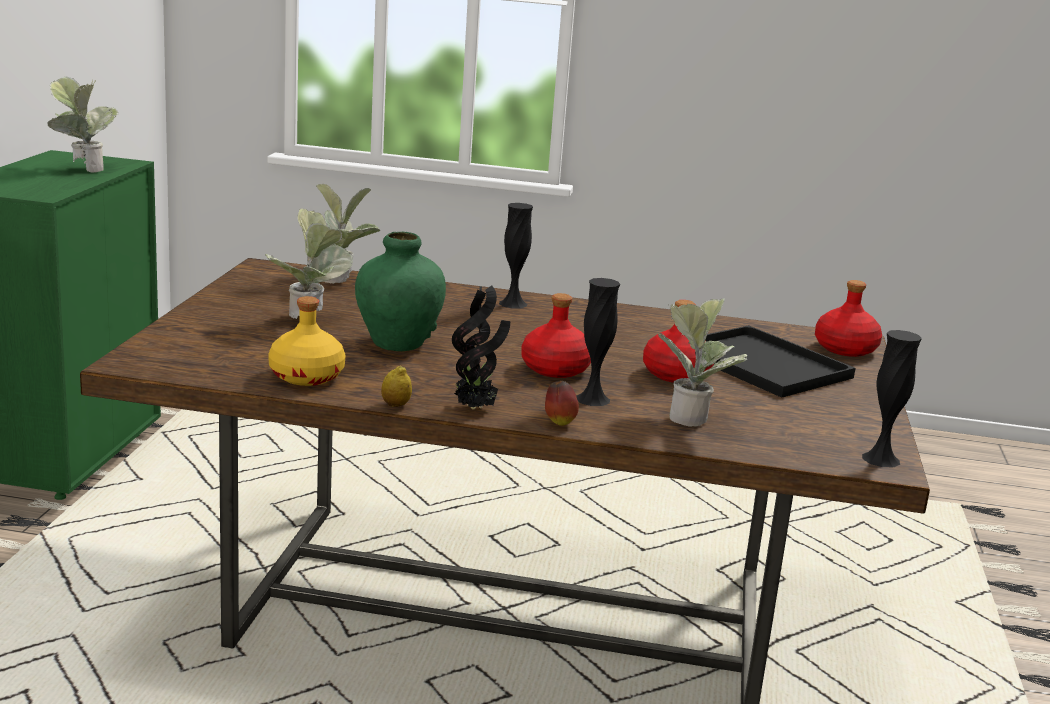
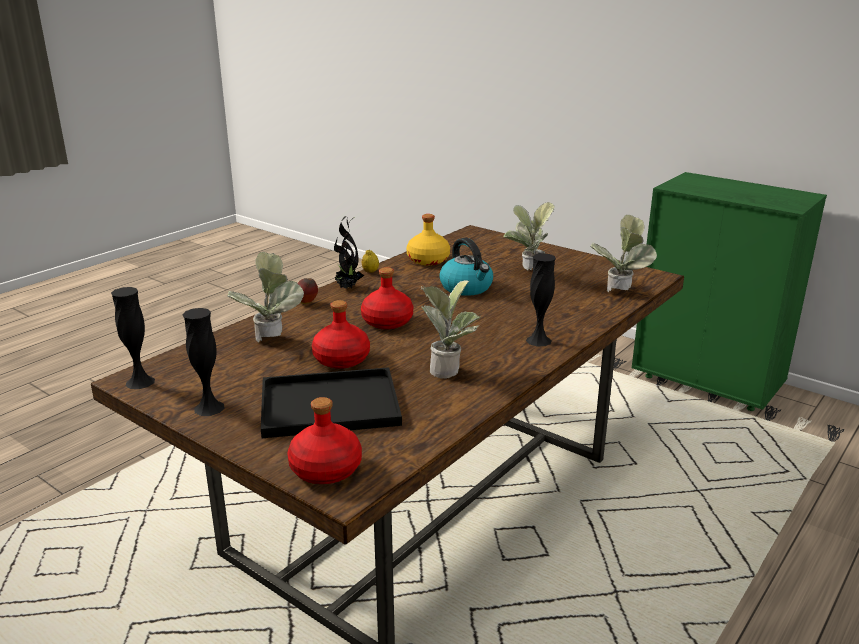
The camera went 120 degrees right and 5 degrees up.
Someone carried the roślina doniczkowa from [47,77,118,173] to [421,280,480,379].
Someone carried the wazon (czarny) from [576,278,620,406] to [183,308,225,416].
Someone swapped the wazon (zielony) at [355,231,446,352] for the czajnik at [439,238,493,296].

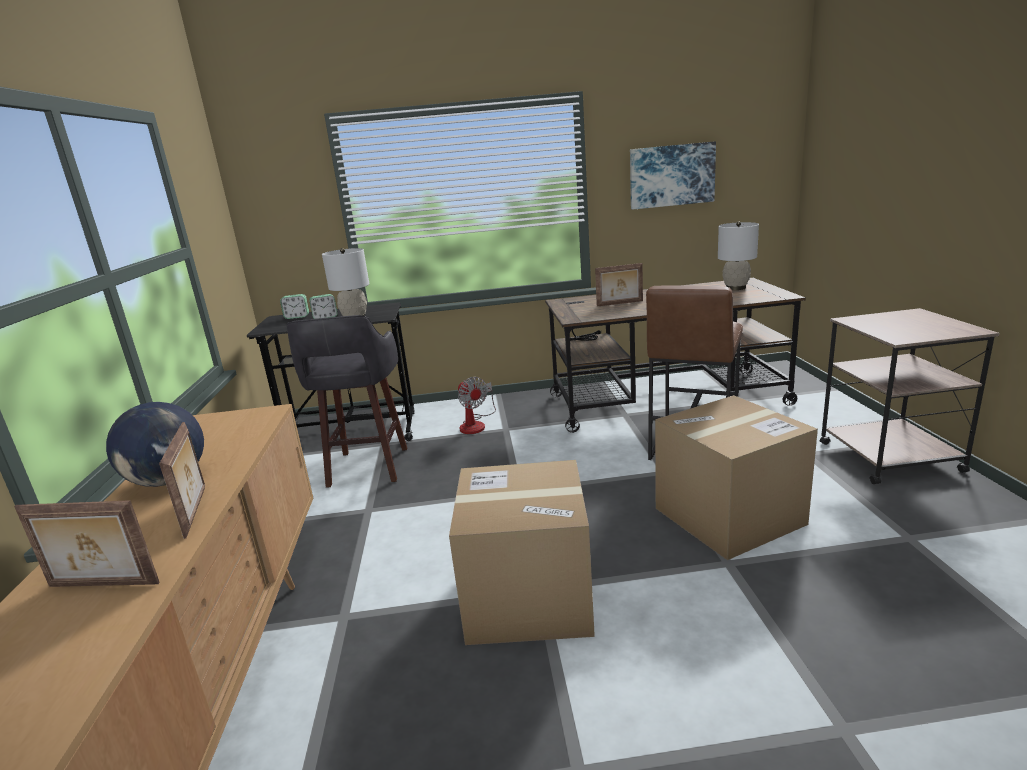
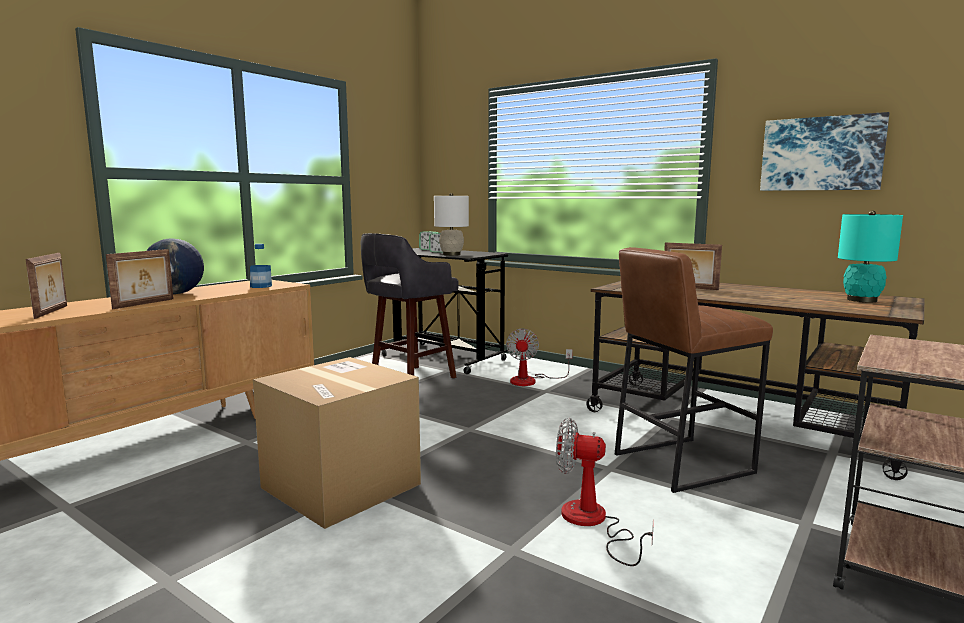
The camera went 40 degrees right and 10 degrees down.
Someone put down the butelka at [250,244,272,288].
Someone swapped the karton at [655,395,818,560] for the wentylator at [556,418,654,566].
Someone repainted the lampa stołowa (biały) at [718,222,759,290], which became the lampa stołowa (turkusowy) at [838,210,903,302].
Someone rotated the ramka na zdjęcie at [14,500,160,587] by 150 degrees counterclockwise.

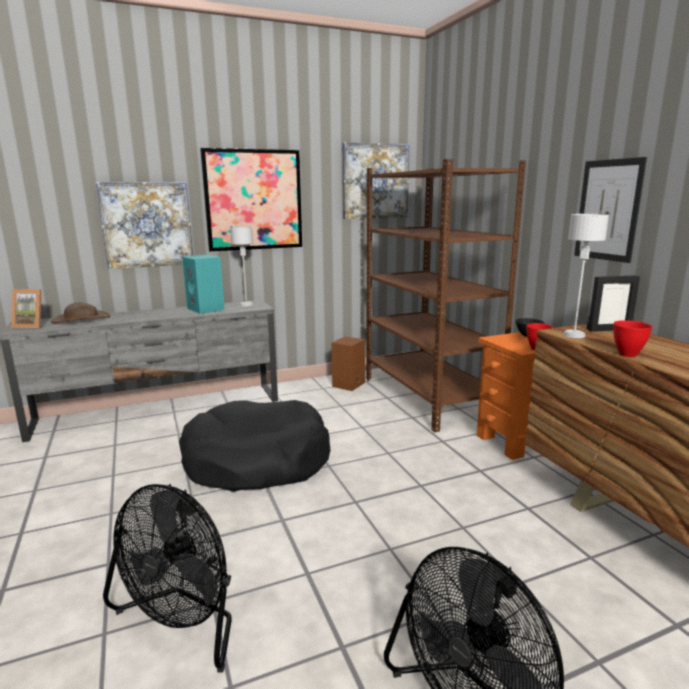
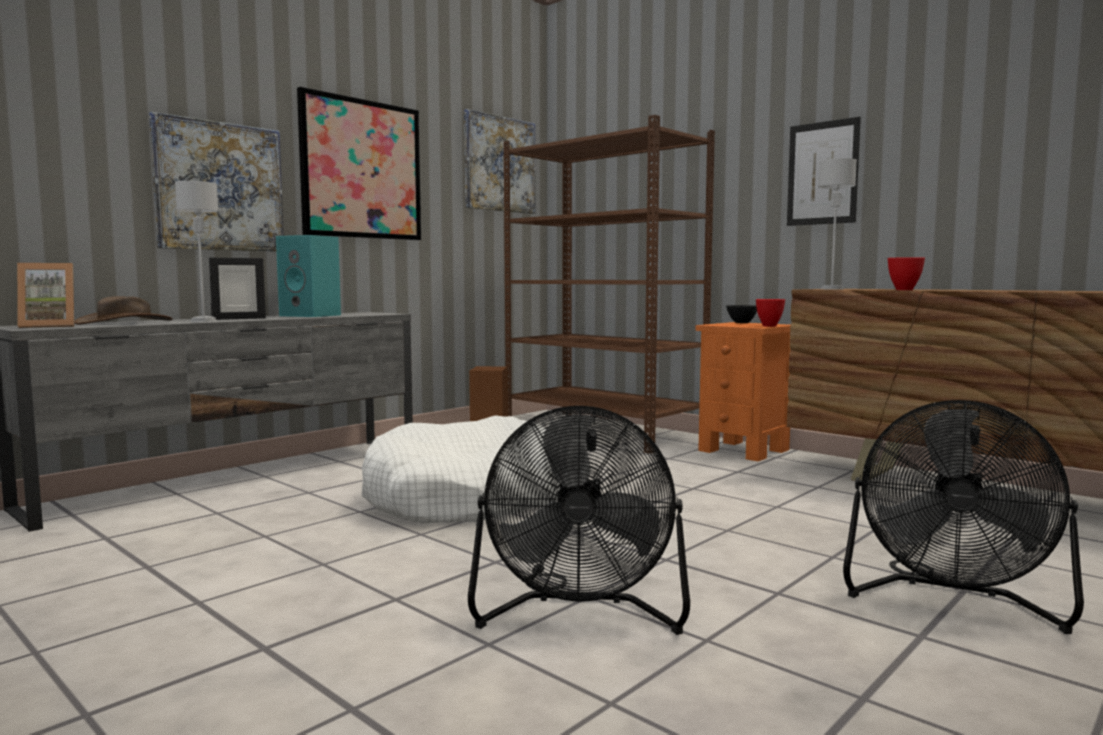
The camera went 25 degrees left and 10 degrees down.
Someone carried the lampa stołowa (szary) from [230,227,253,306] to [175,181,218,322].
Someone carried the ramka na zdjęcie from [586,276,640,332] to [209,258,266,320].
Someone repainted the legowisko (czarny) at [179,400,330,492], which became the legowisko (biały) at [362,415,560,523].

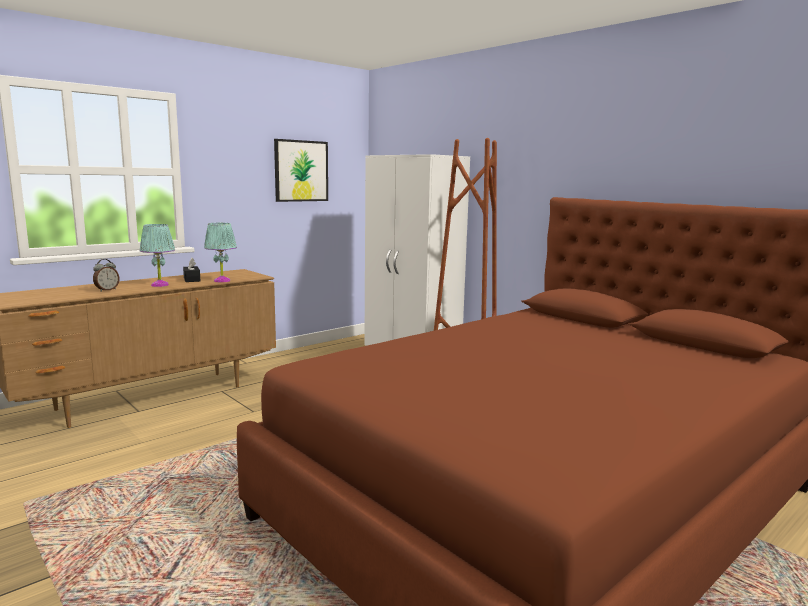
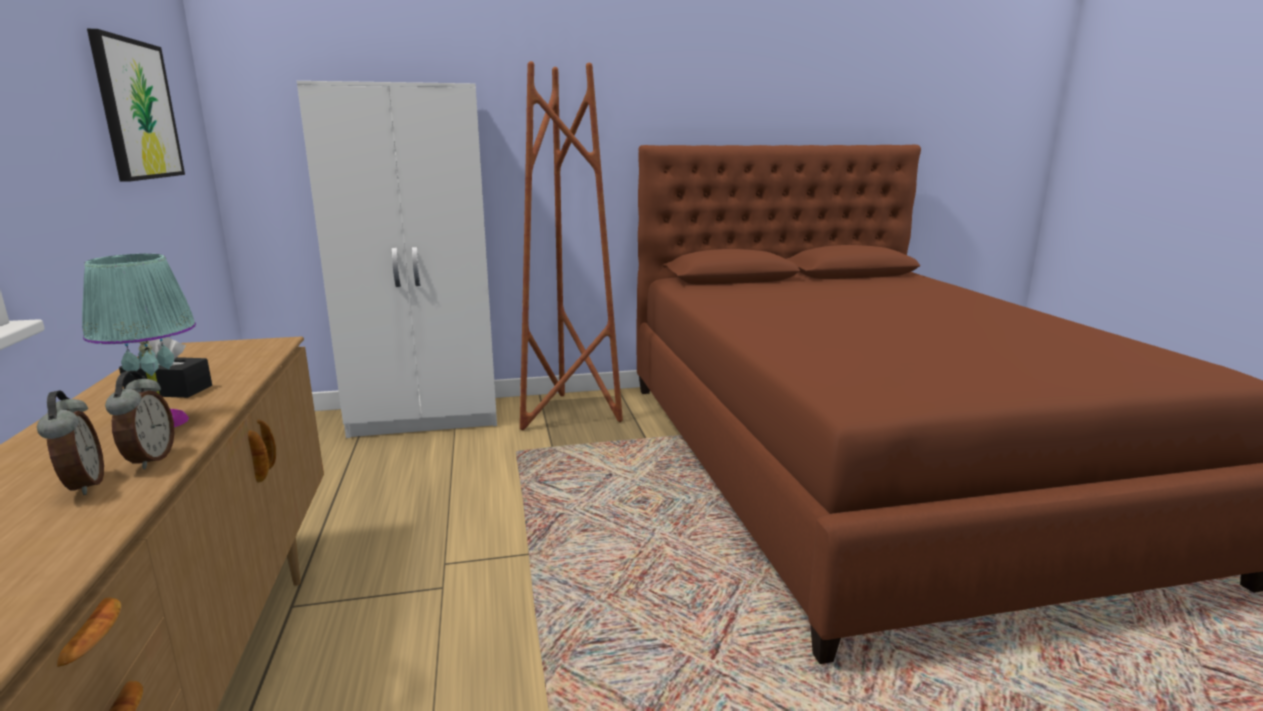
The camera went 60 degrees left and 5 degrees up.
Someone took away the lampa stołowa (turkusowy) at [204,223,237,283].
Someone put down the budzik at [105,371,174,469].

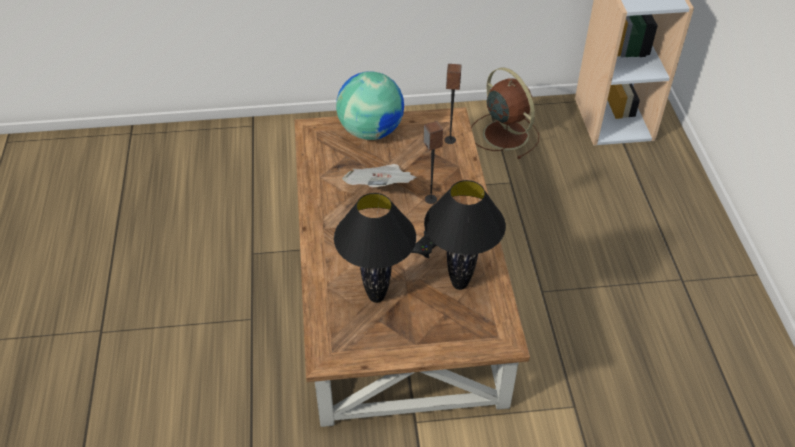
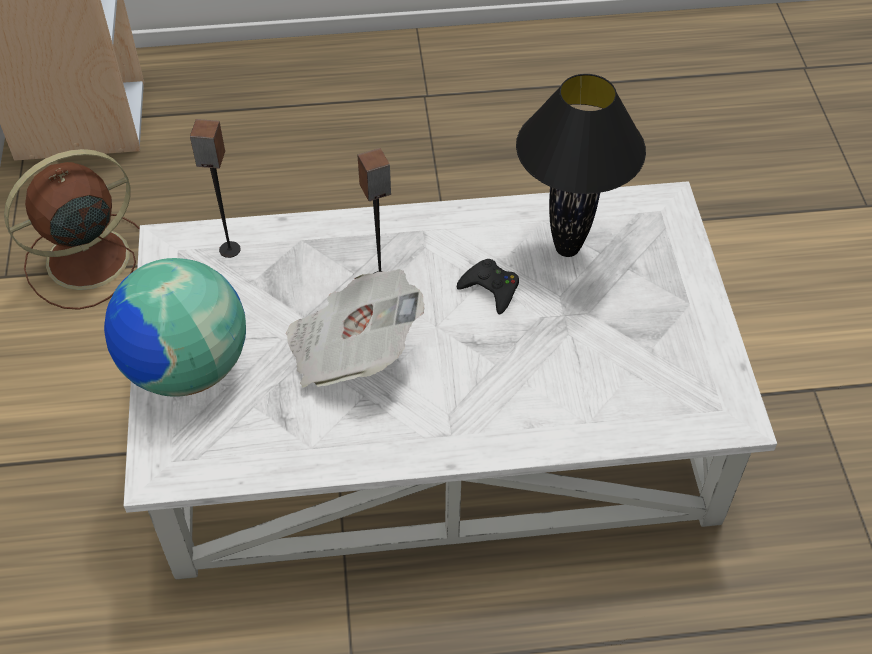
The camera went 90 degrees left and 5 degrees up.
Someone took away the lampa stołowa (czarny) at [334,193,416,303].
Someone repainted the ława (brązowy) at [295,107,530,427], which became the ława (biały) at [124,181,777,579].

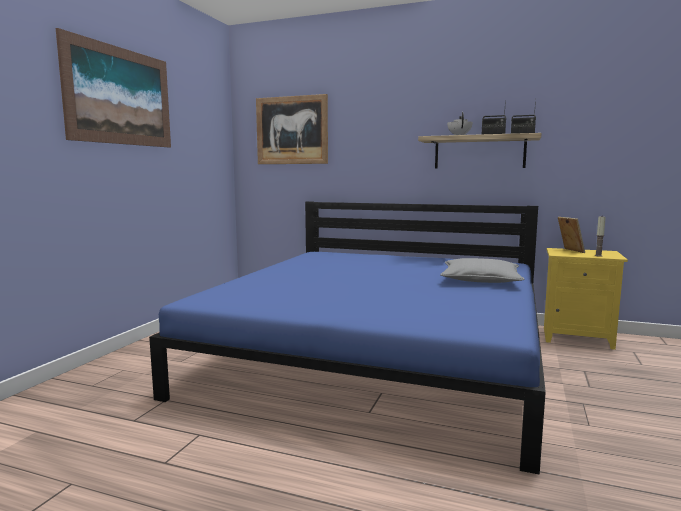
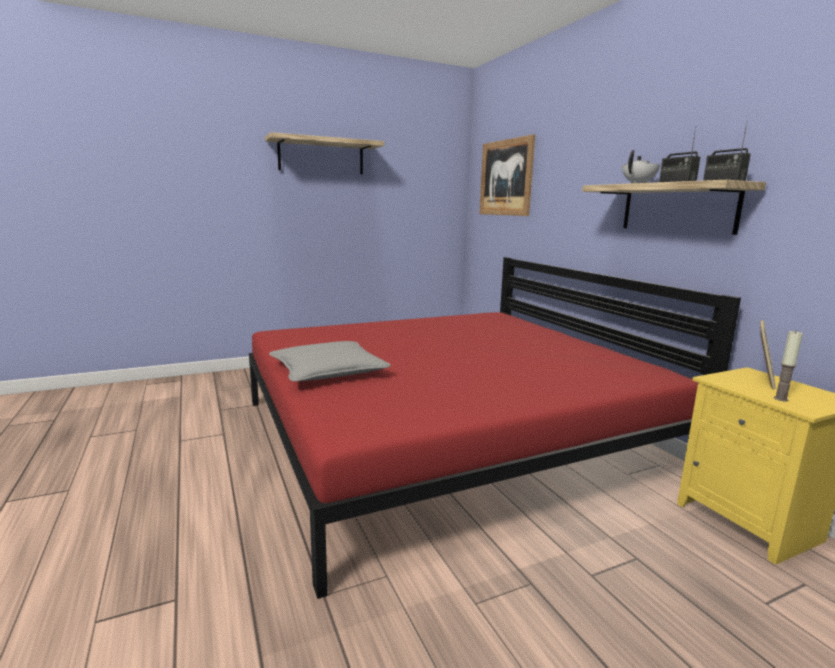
The camera went 45 degrees right and 5 degrees up.
Someone carried the poduszka (szary) from [440,258,524,283] to [269,341,391,382].
Someone swapped the obraz at [56,28,171,148] for the półka at [265,132,384,174].
Someone repainted the łóżko (niebieski) at [149,201,546,475], which became the łóżko (czerwony) at [249,257,741,599].

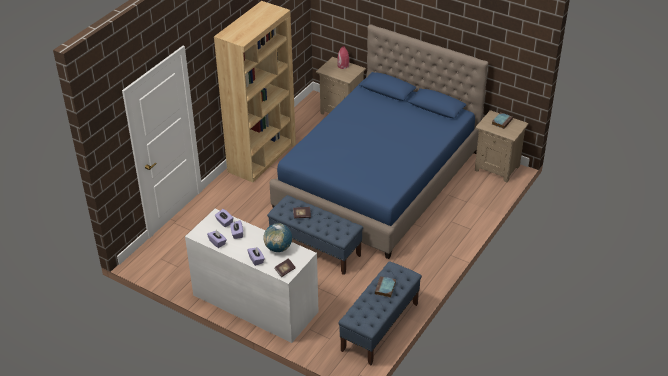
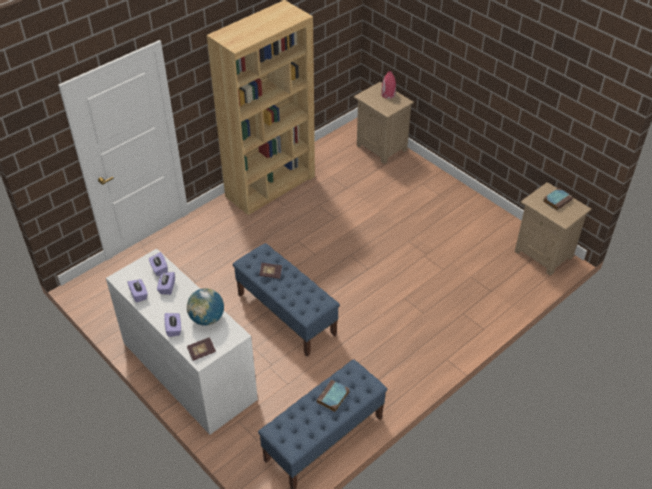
The camera went 15 degrees right and 5 degrees up.
Someone took away the łóżko (niebieski) at [270,24,488,259].

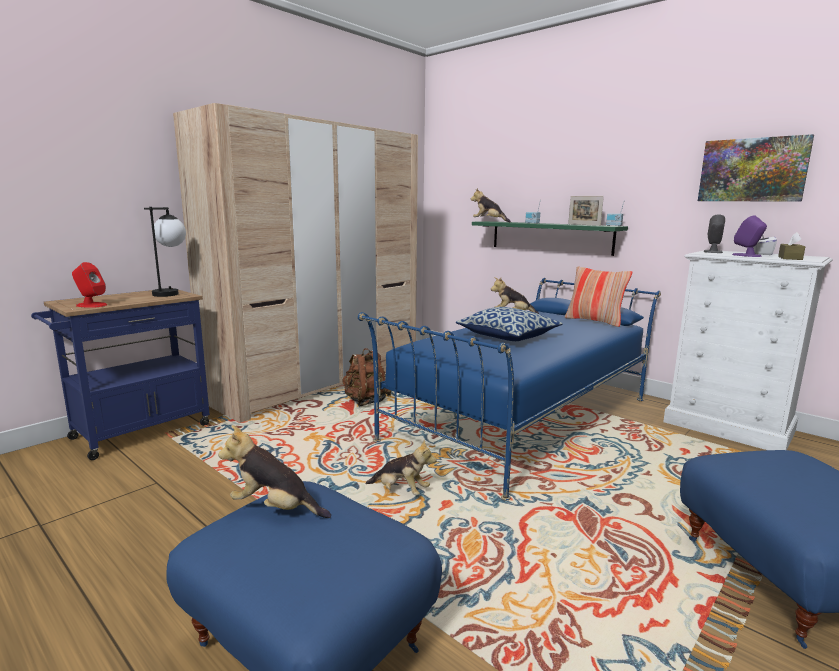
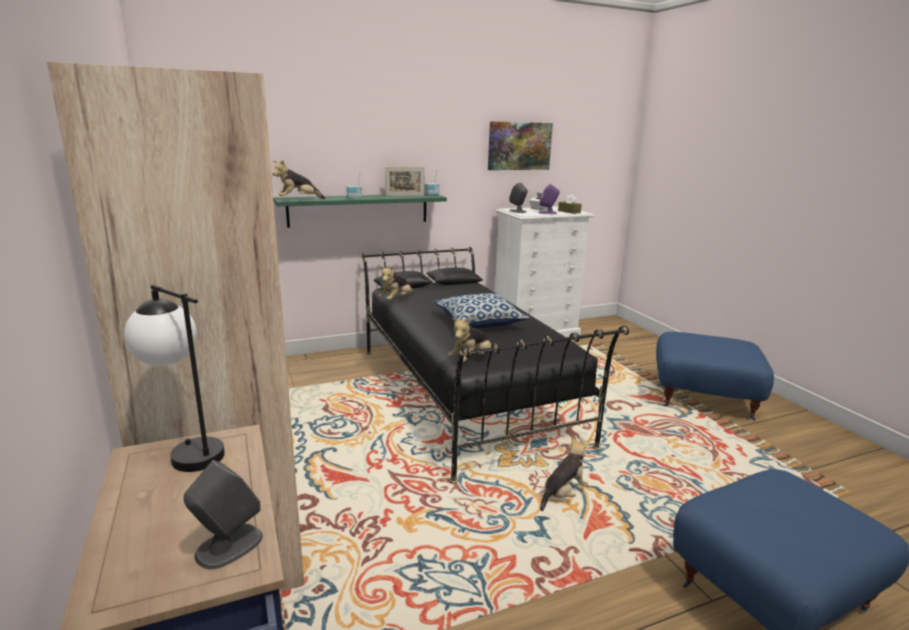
The camera went 65 degrees left and 5 degrees up.
Someone took away the plecak (brązowy) at [342,348,391,406].
Someone took away the poduszka at [565,266,632,327].
Someone carried the pluszak from [218,425,331,518] to [448,318,492,362].
Someone repainted the głośnik (czerwony) at [72,262,107,308], which became the głośnik (szary) at [184,460,263,570].
Someone repainted the łóżko (niebieski) at [358,278,661,500], which became the łóżko (czarny) at [361,247,629,483].

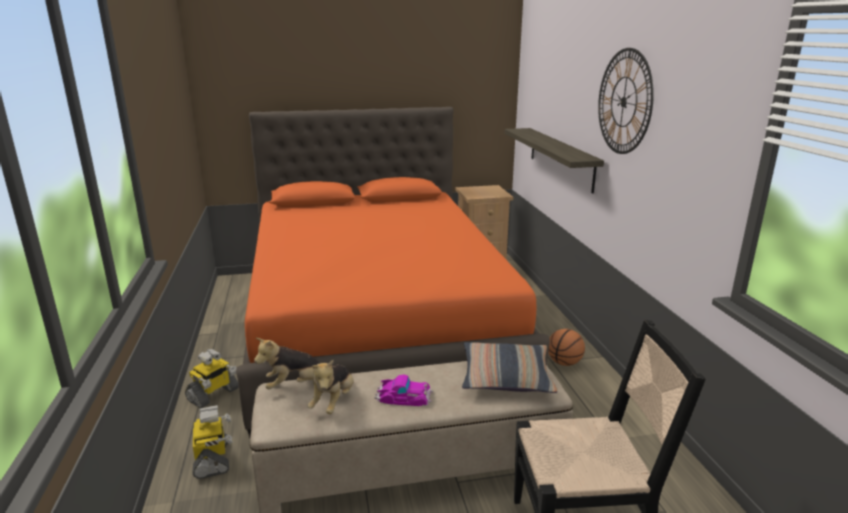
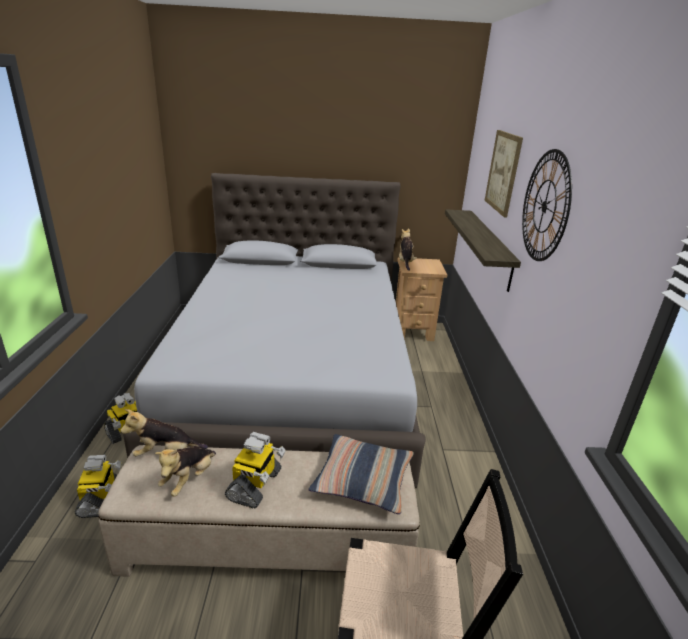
The camera went 10 degrees right and 5 degrees up.
Someone took away the piłka do koszykówki at [548,329,585,366].
Someone put down the pluszak at [399,228,417,271].
Someone put up the obraz at [485,130,523,218].
Someone swapped the samochodzik at [375,374,433,406] for the robot zabawkowy at [225,432,286,509].
Someone repainted the łóżko (pomarańczowy) at [236,107,550,438], which became the łóżko (szary) at [123,173,426,488].

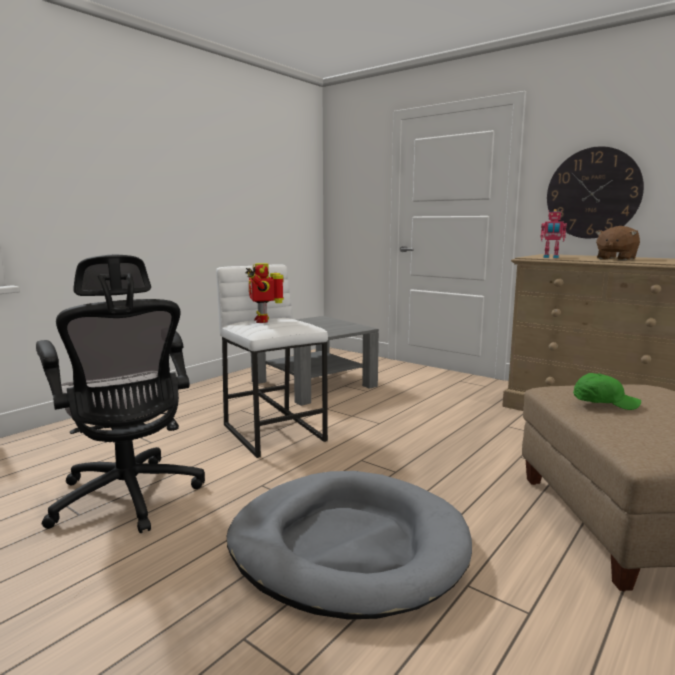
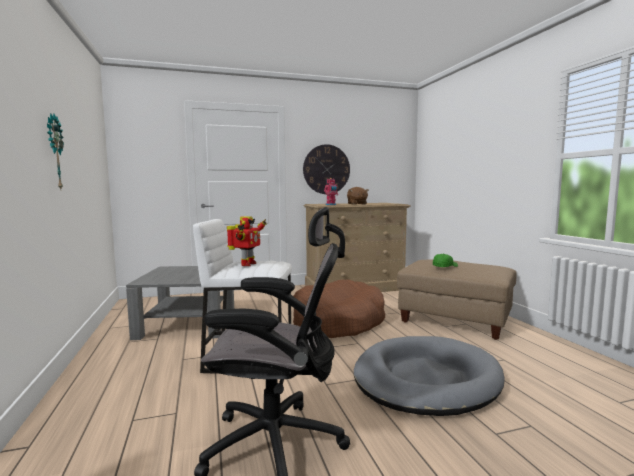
The camera went 55 degrees left and 5 degrees down.
Someone put up the zegar ścienny at [47,113,64,189].
Someone put down the legowisko (brązowy) at [293,279,385,338].
Someone rotated the robot zabawkowy at [246,263,284,323] by 90 degrees counterclockwise.

